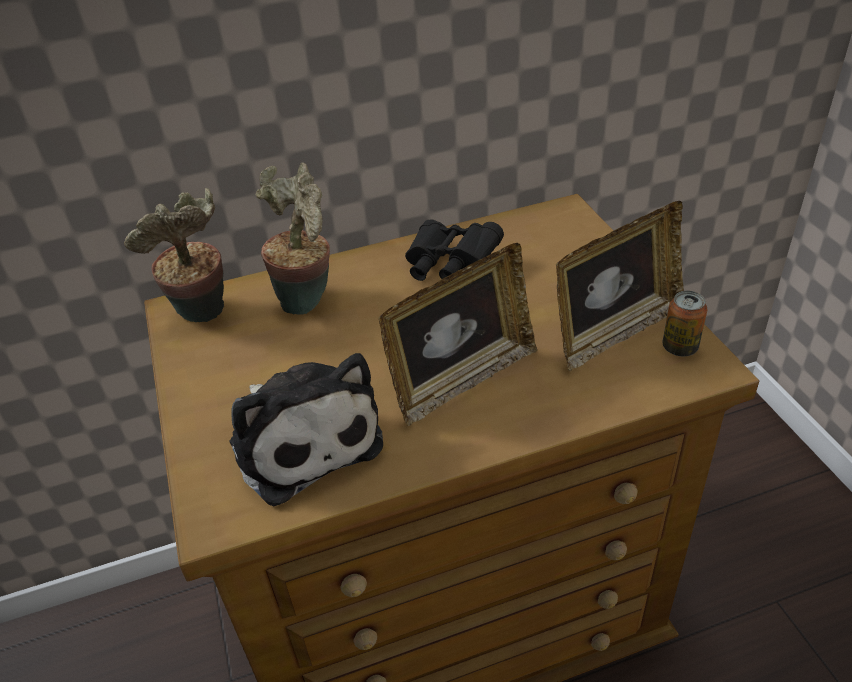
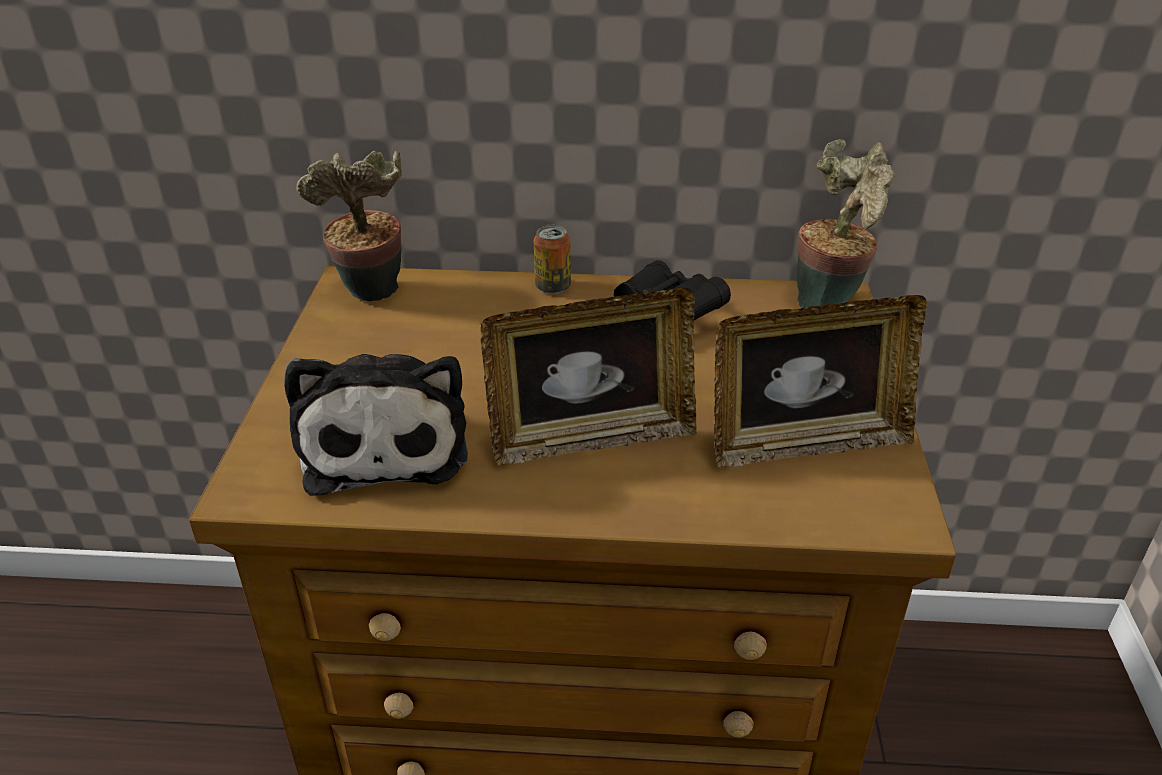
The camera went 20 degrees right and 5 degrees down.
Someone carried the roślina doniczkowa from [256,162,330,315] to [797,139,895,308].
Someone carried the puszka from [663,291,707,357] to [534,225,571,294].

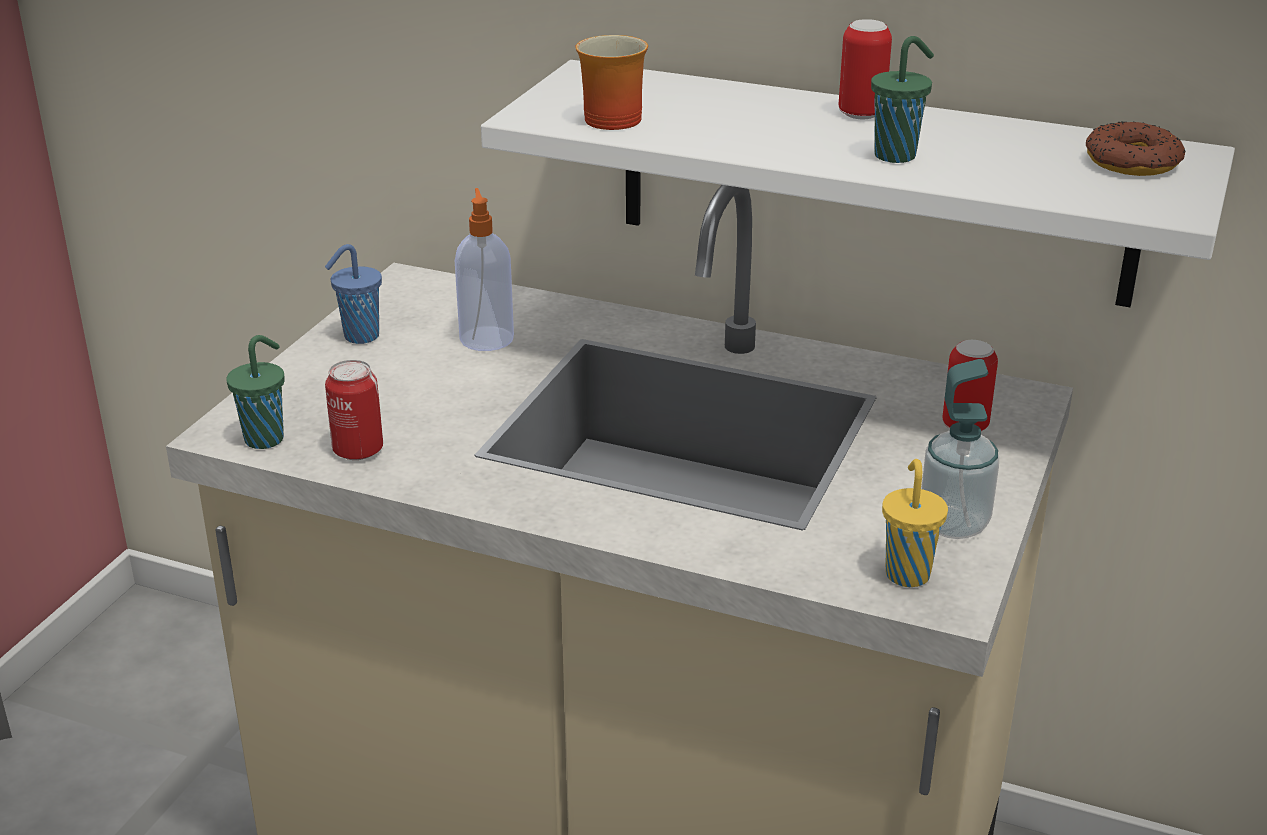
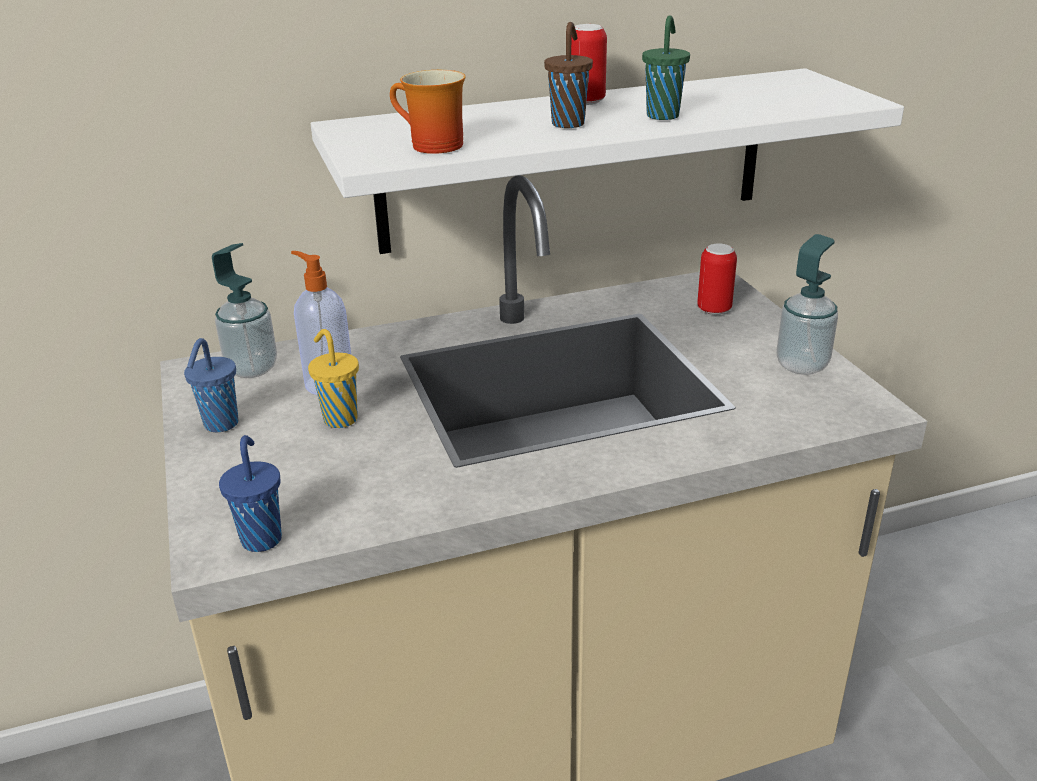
The camera went 40 degrees left and 0 degrees up.
Someone took away the puszka at [325,360,383,460].
Someone took away the donut at [1086,121,1186,176].
Someone put down the dozownik mydła at [212,243,277,378].
Someone put down the filiżanka (brązowy) at [544,22,593,128].
Someone carried the filiżanka (żółty) from [882,459,948,587] to [308,329,359,428].
Someone repainted the filiżanka (zielony) at [226,335,285,449], which became the filiżanka (niebieski) at [219,435,282,552].

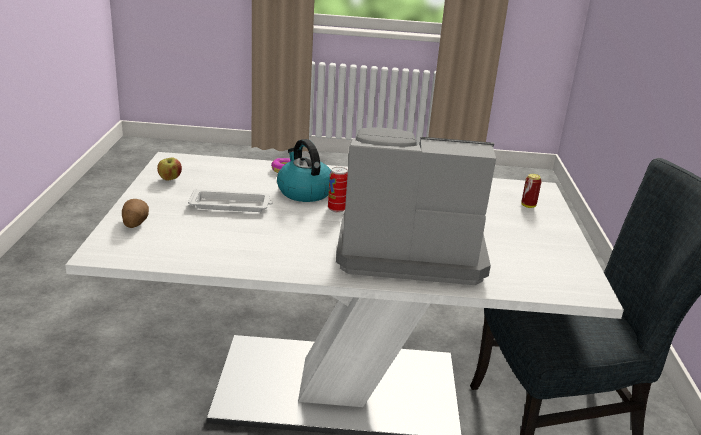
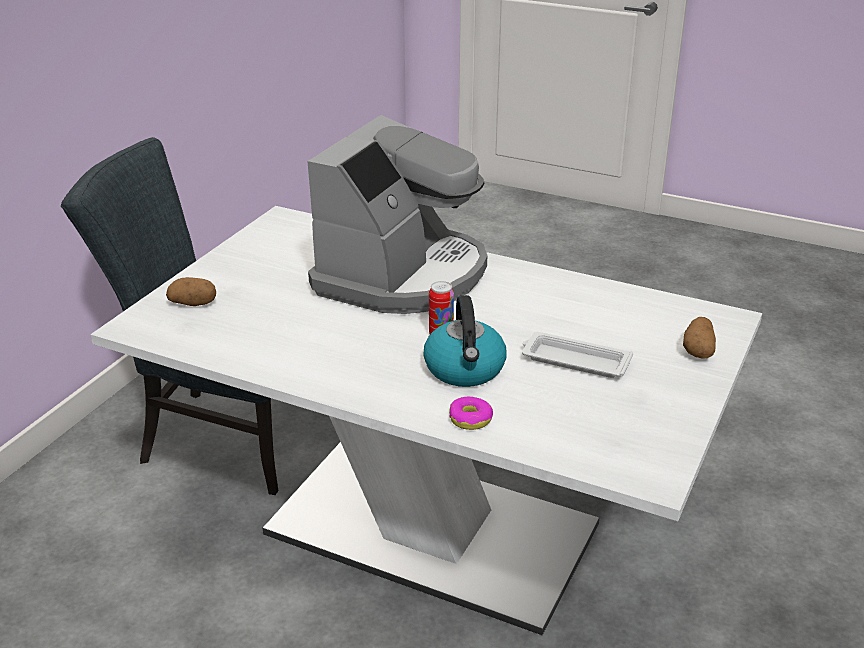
The camera went 155 degrees left and 5 degrees up.
Someone took away the jabłko at [157,158,182,181].
Someone swapped the puszka at [521,174,542,208] for the ziemniak at [166,277,216,306].
Someone rotated the ekspres do kawy at [336,127,496,285] by 90 degrees counterclockwise.

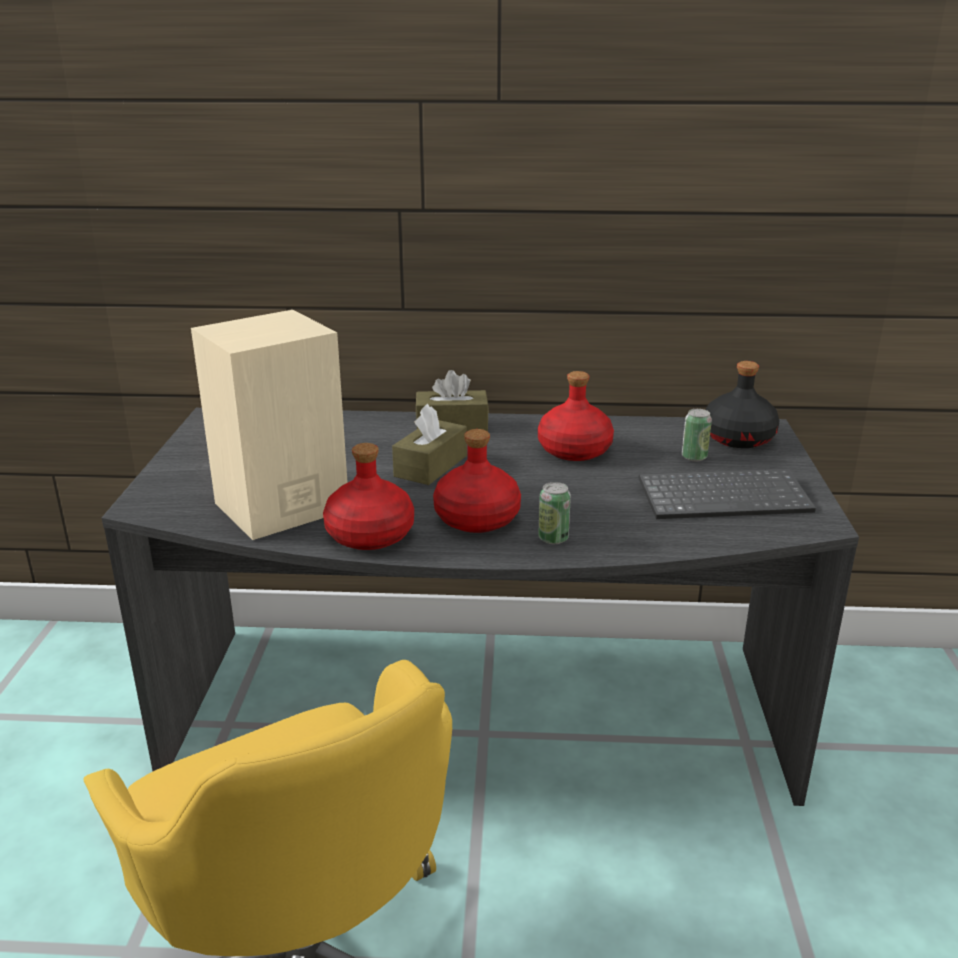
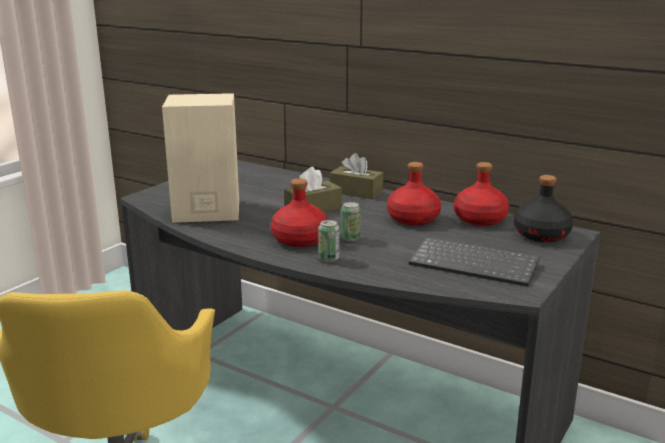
The camera went 30 degrees right and 5 degrees down.
Someone carried the butelka (czerwony) from [323,443,414,550] to [454,162,509,226].
Someone carried the puszka from [682,409,712,461] to [341,202,361,242].

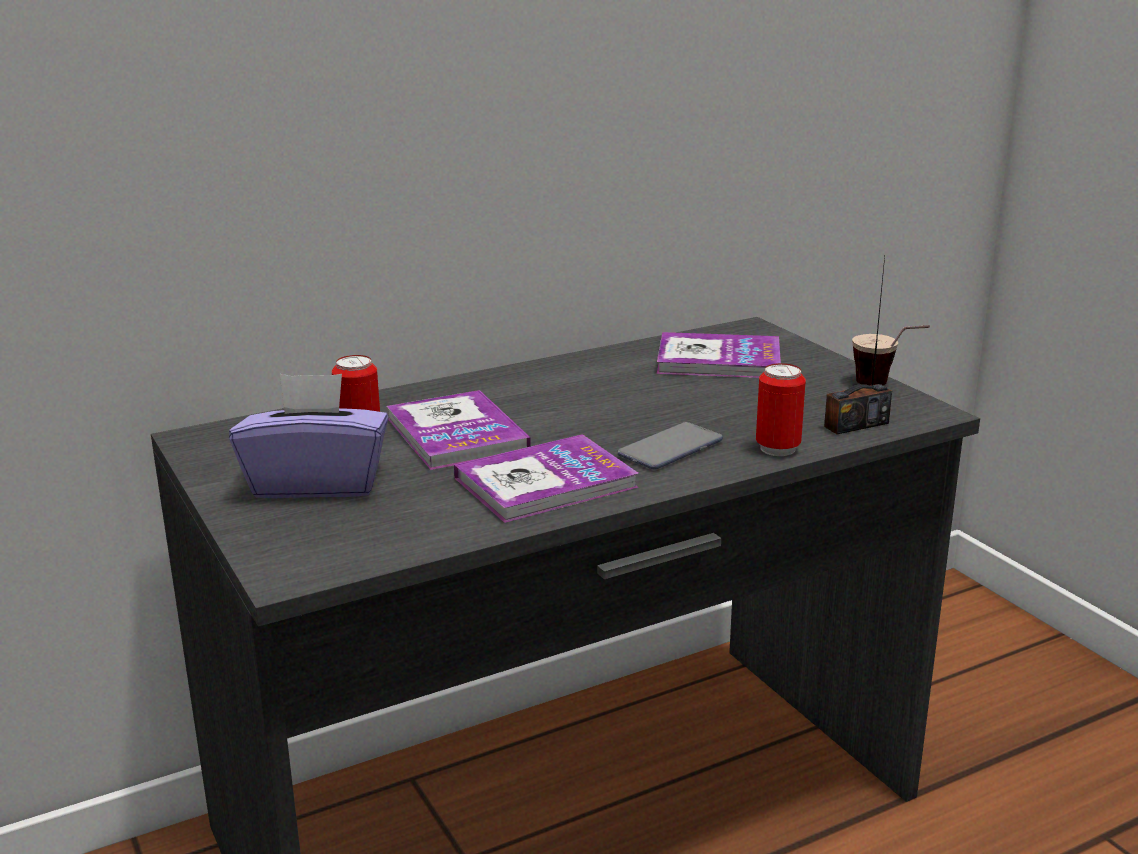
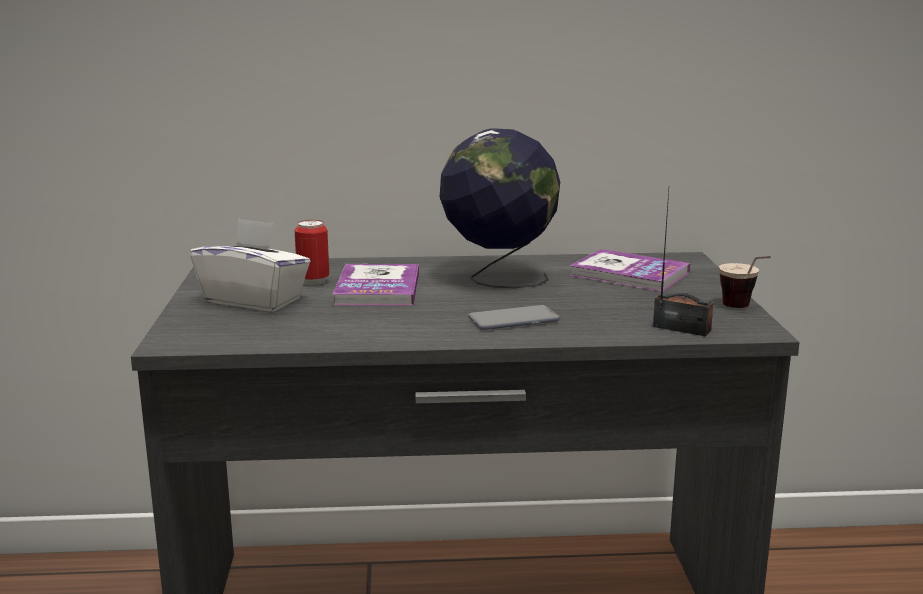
The camera went 25 degrees right and 5 degrees down.
Someone took away the książka at [454,434,639,523].
Someone took away the puszka at [756,363,806,456].
Someone put down the globus at [440,128,560,288].
Someone repainted the pudełko chusteczek (fioletowy) at [229,374,389,498], which became the pudełko chusteczek (biały) at [190,218,310,311].
Someone rotated the radio at [824,256,892,434] by 150 degrees counterclockwise.

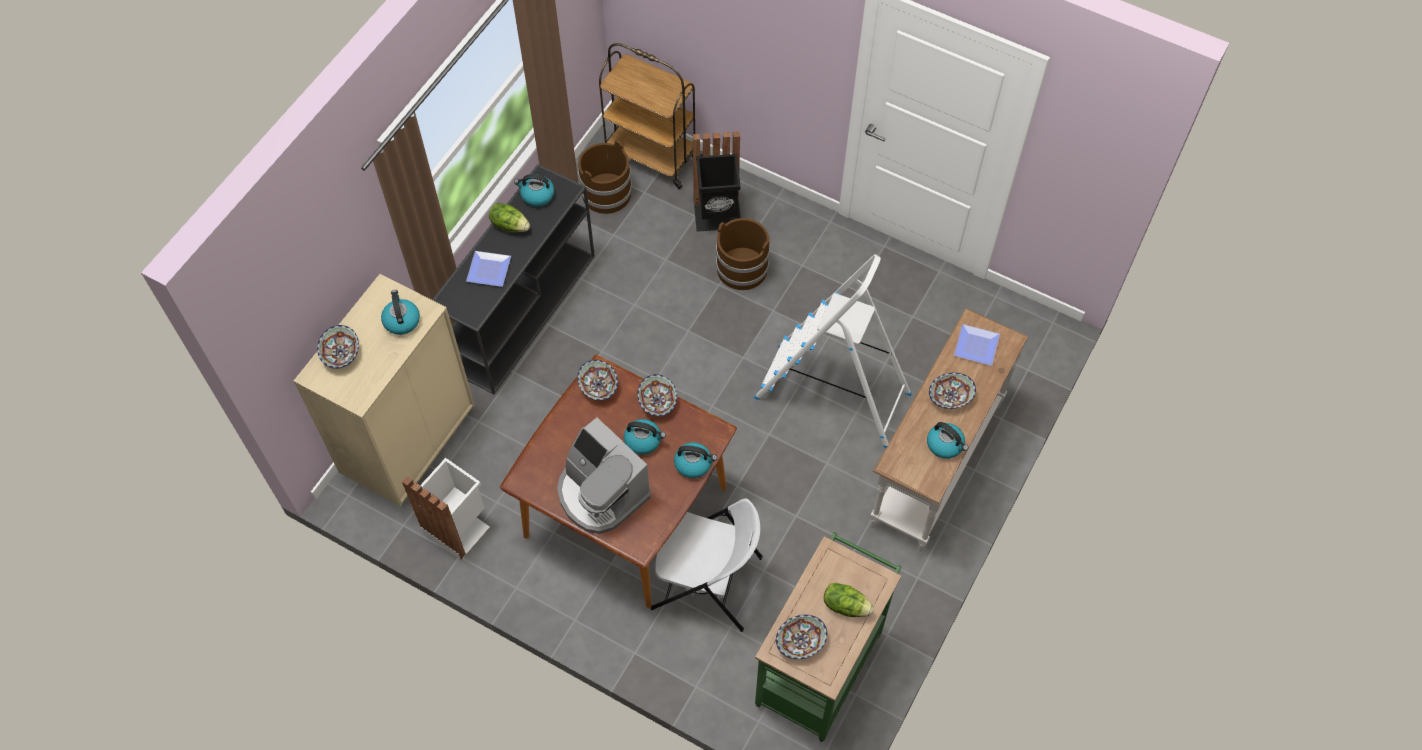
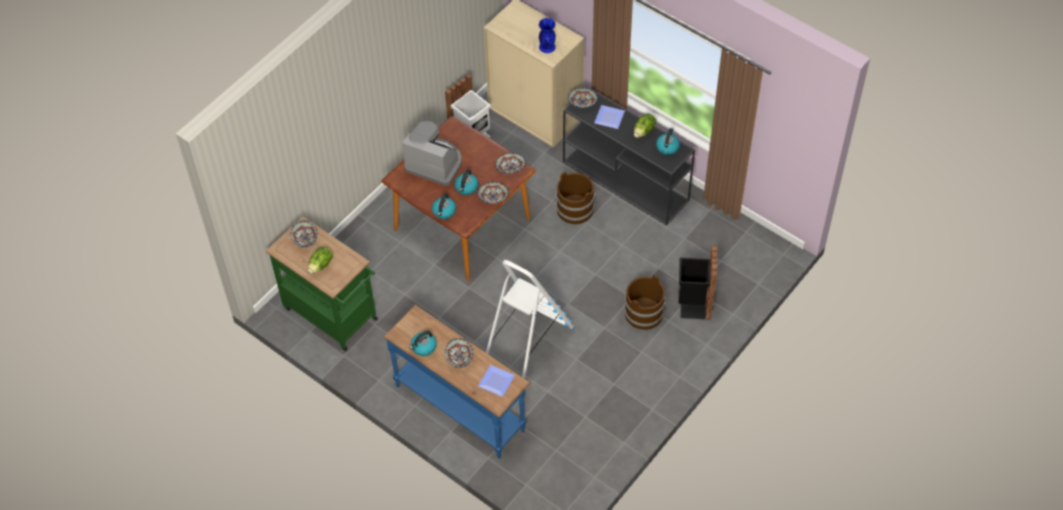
The camera went 100 degrees right and 5 degrees down.
Someone took away the wózek (brązowy) at [599,43,703,189].
Someone took away the krzesło (biały) at [651,499,763,632].
Someone carried the miska from [317,325,359,369] to [568,88,598,108].
Someone carried the wiadro (brązowy) from [578,140,632,214] to [556,172,595,224].
Someone swapped the czajnik at [381,290,420,335] for the wazon (niebieski) at [539,18,556,53].
Someone repainted the stolik konsolowy (biały) at [870,308,1028,552], which became the stolik konsolowy (niebieski) at [384,305,530,459].
Someone rotated the ekspres do kawy at [557,418,651,534] by 60 degrees clockwise.

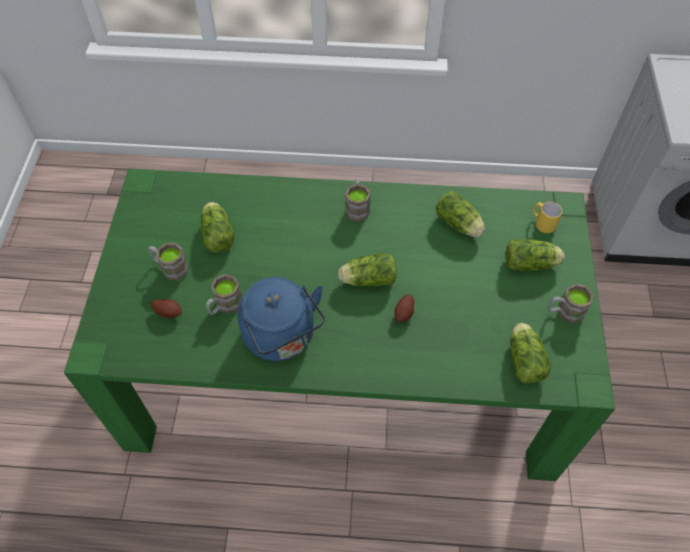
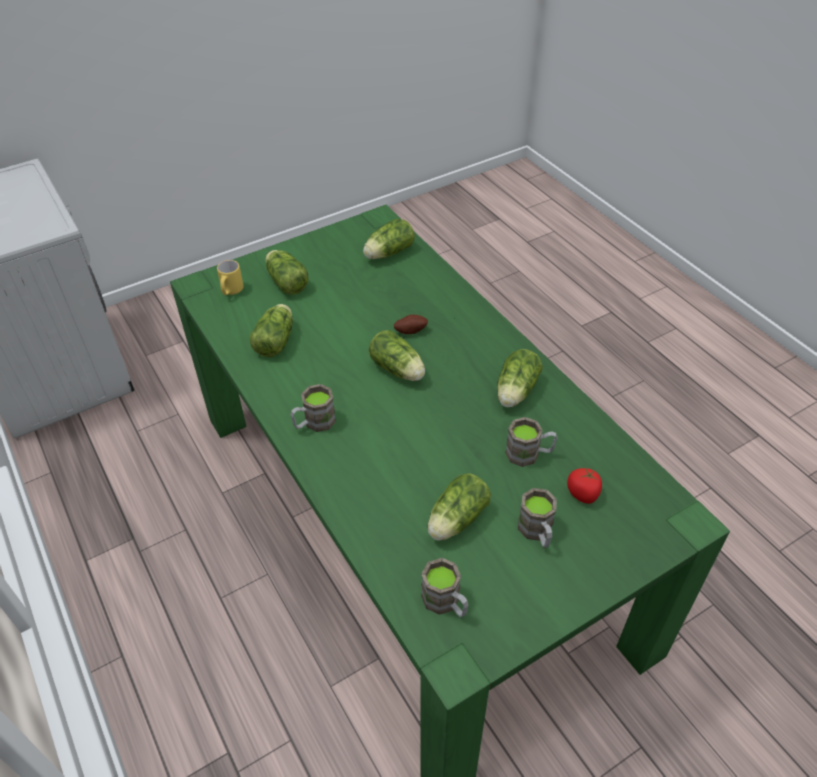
The camera went 125 degrees left and 10 degrees down.
Someone carried the kubek (brązowy) from [548,283,594,323] to [421,558,468,617].
Someone swapped the ziemniak at [151,299,182,318] for the pomidor at [567,468,602,504].
Someone swapped the czajnik (niebieski) at [237,277,325,361] for the sałata at [497,349,543,407].

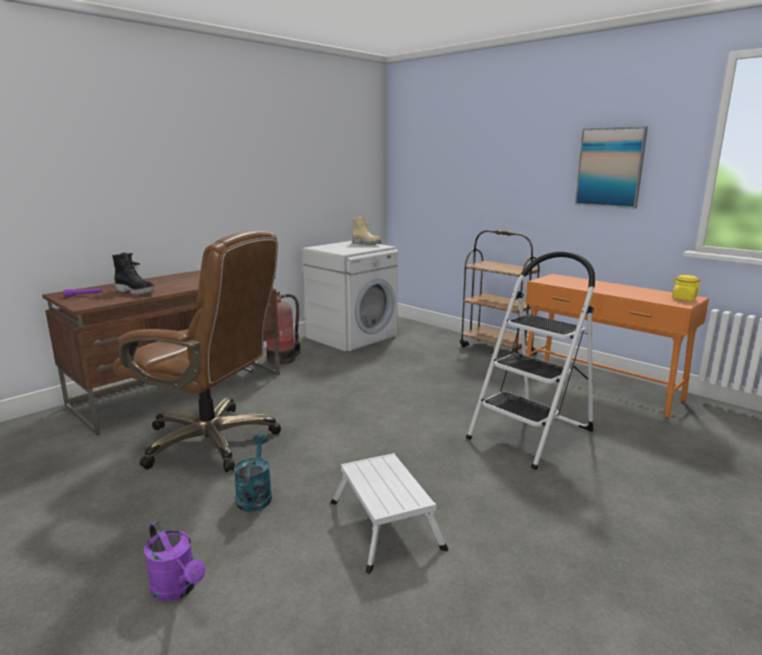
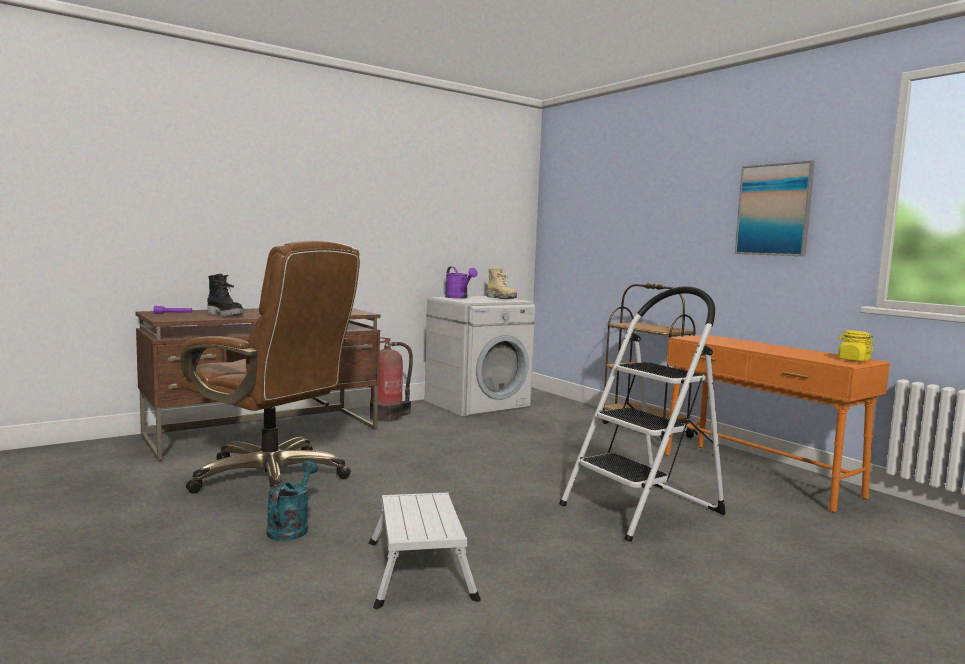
The camera went 10 degrees right and 10 degrees down.
Someone carried the konewka (fioletowy) from [144,521,205,601] to [445,267,477,299].

